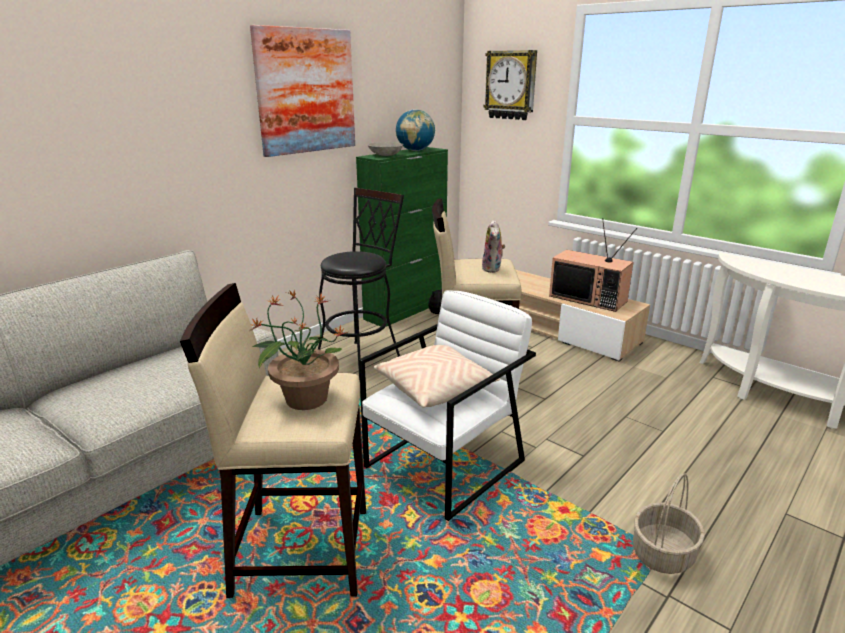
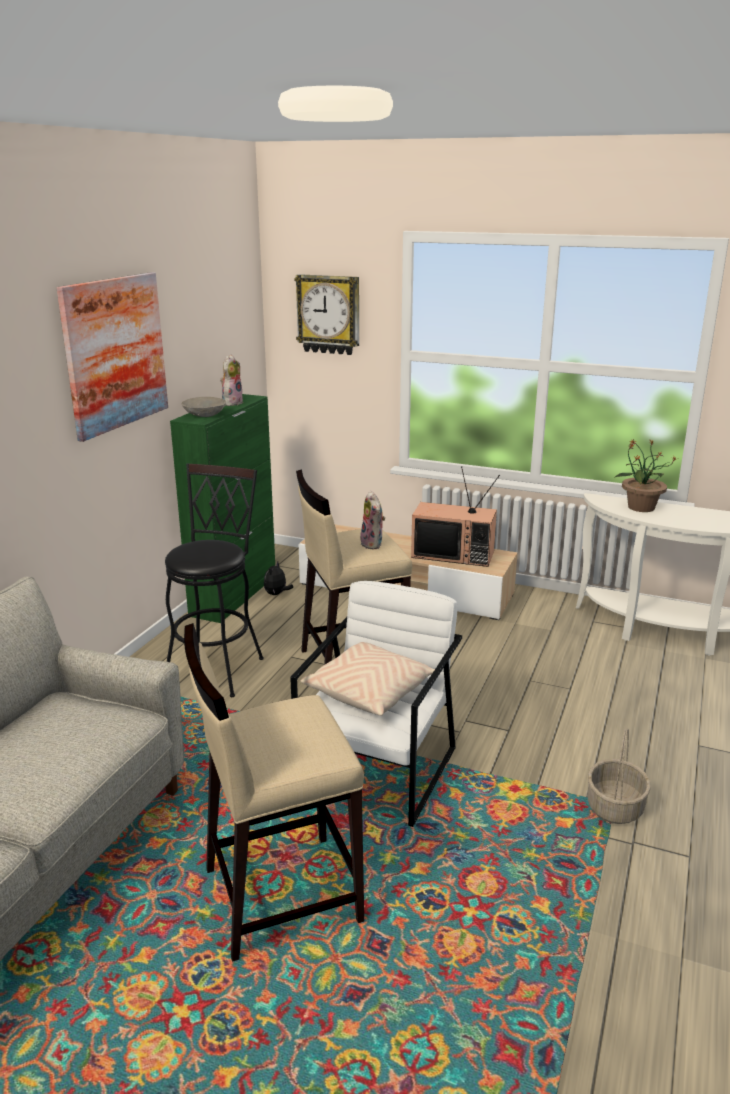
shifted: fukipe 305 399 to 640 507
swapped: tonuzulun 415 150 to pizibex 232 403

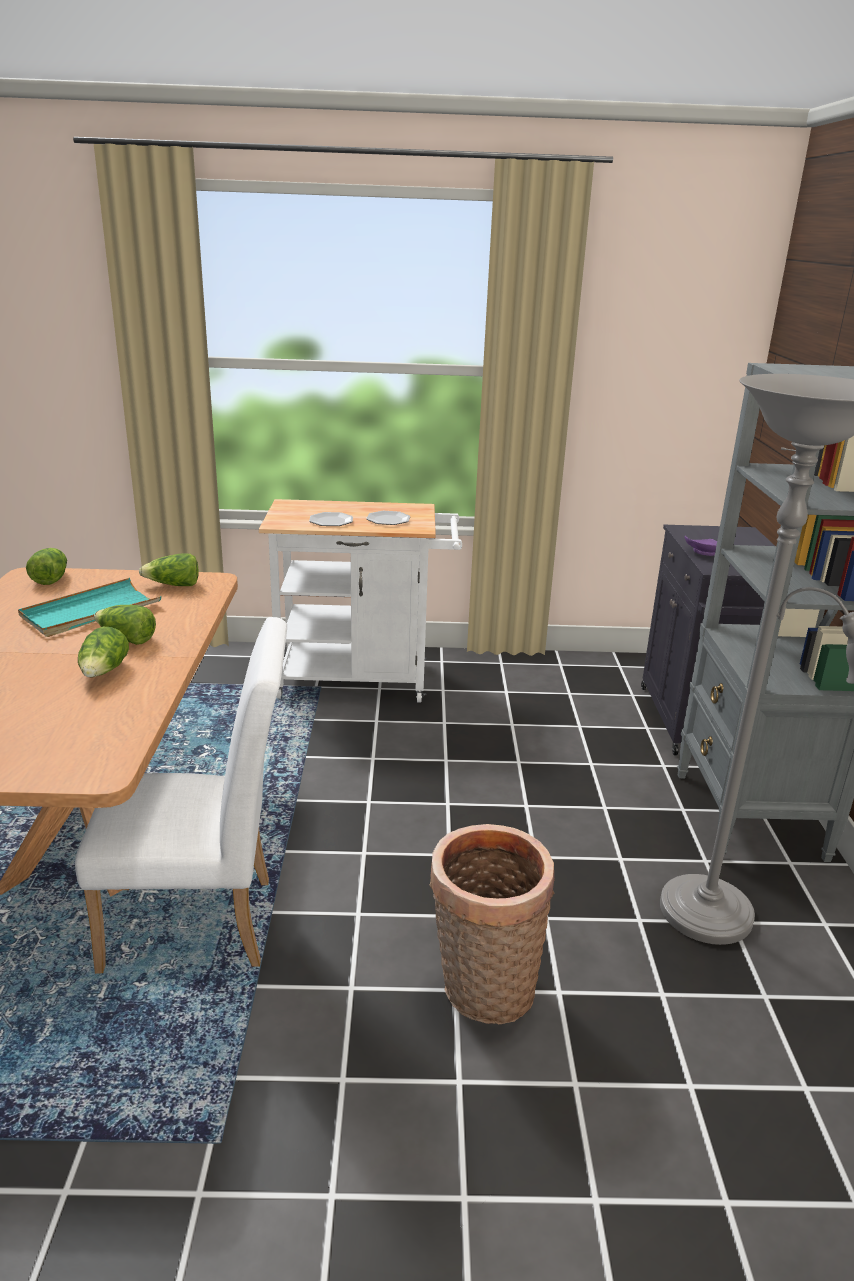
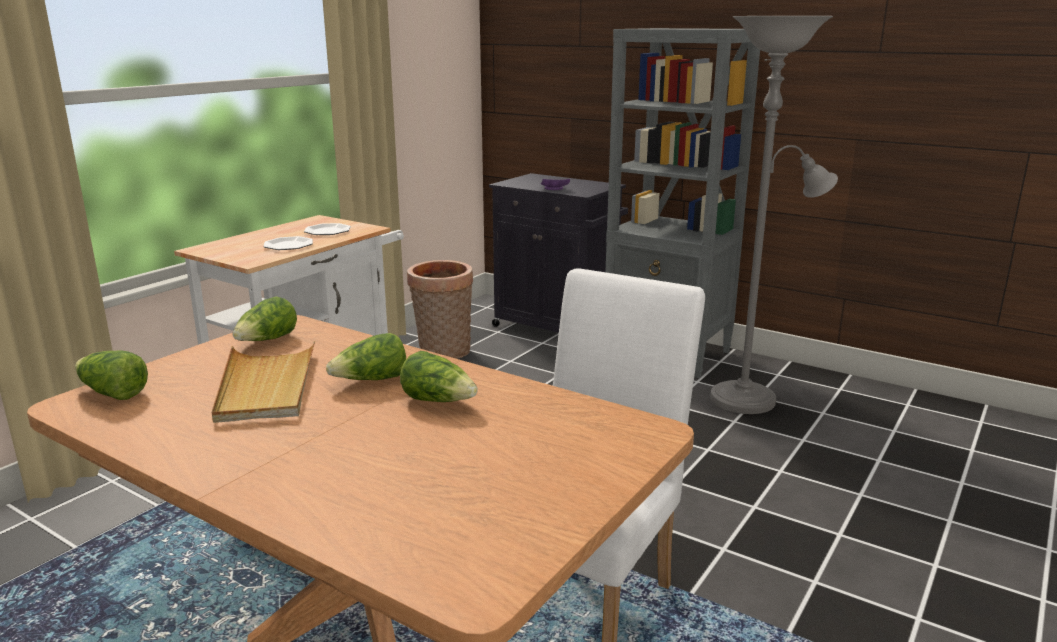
shifted: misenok 482 989 to 443 353
repainted: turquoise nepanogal 91 612 to beige nepanogal 266 386

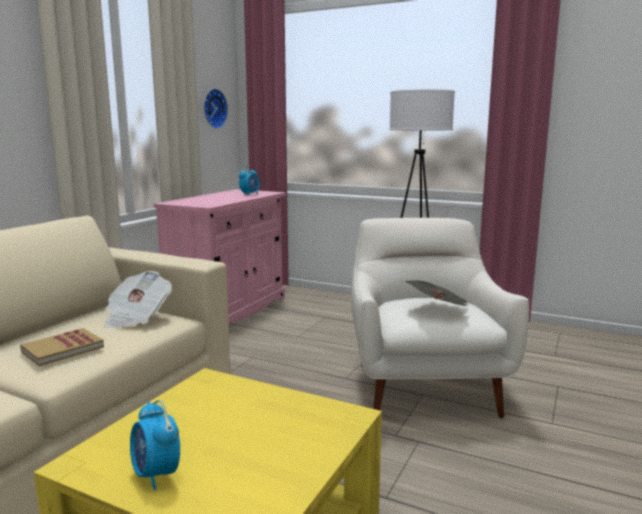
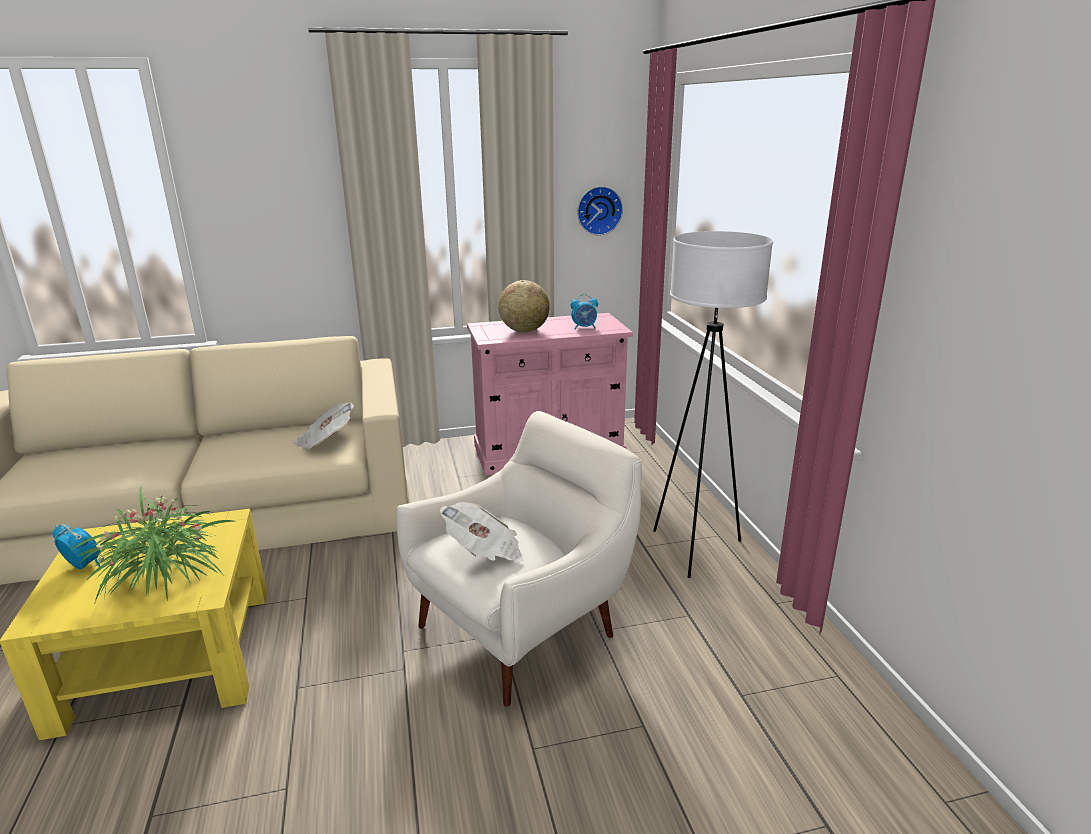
gone: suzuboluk 63 349
new: fukipe 162 573; tonuzulun 524 331
rotated: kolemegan 156 475 = 84 565 105 degrees clockwise

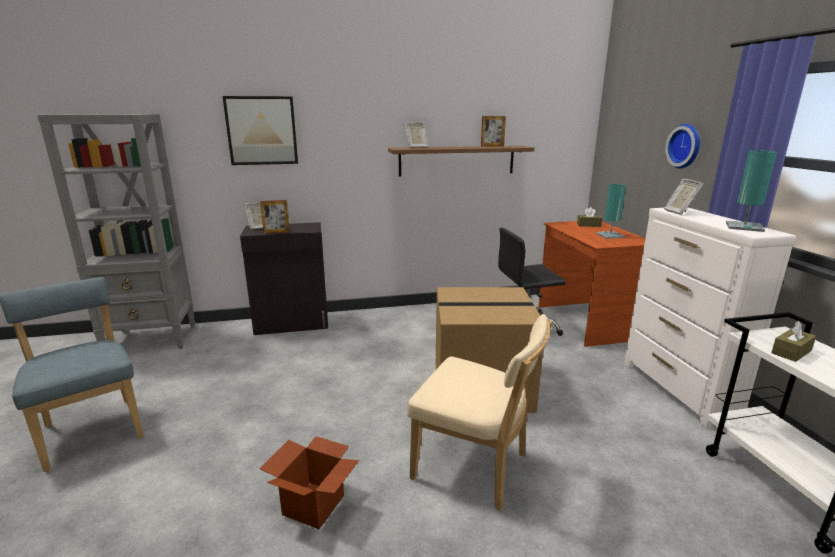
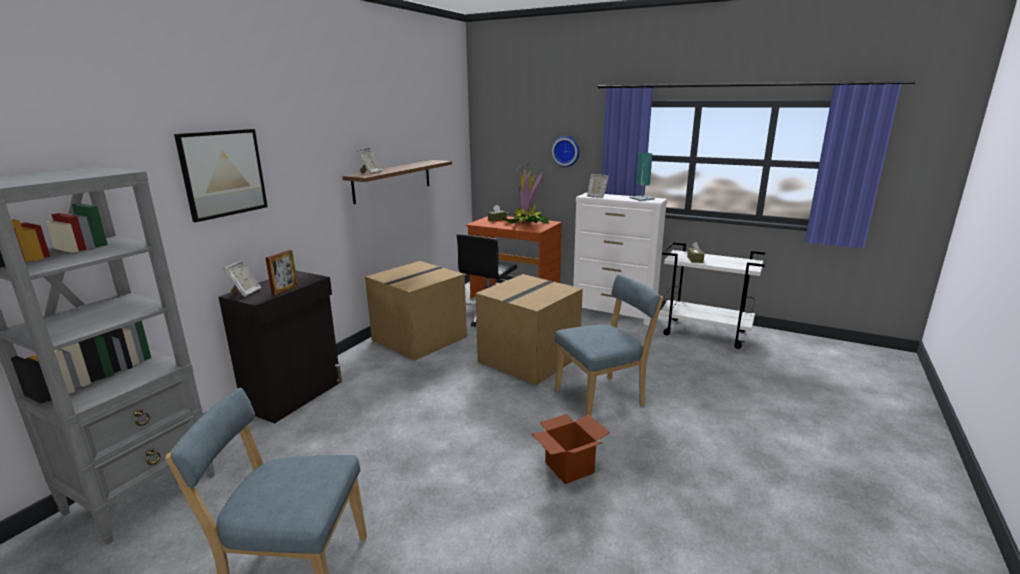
gone: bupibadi 492 146
new: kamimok 419 338
swapped: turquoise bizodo 610 235 to fukipe 526 223
repainted: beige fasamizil 475 468 to blue fasamizil 603 397

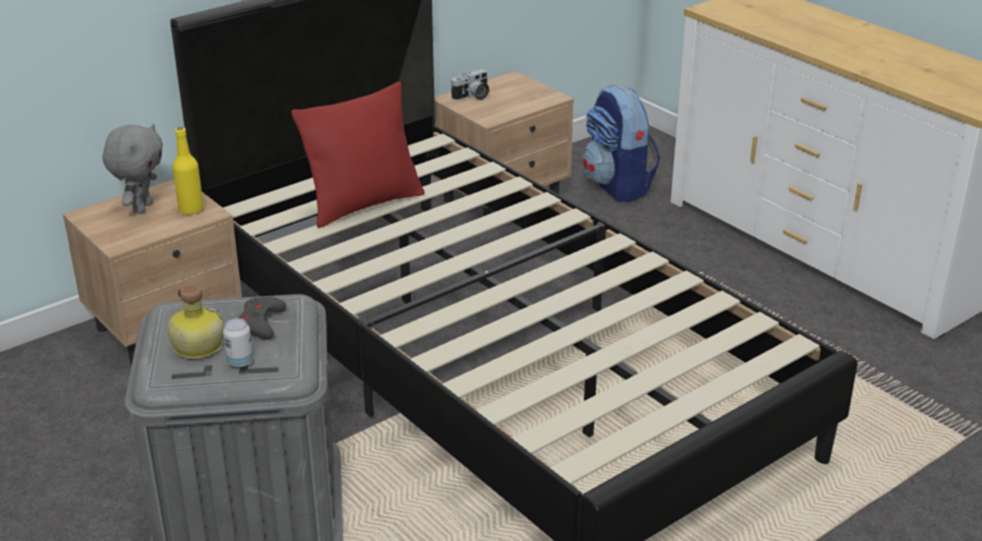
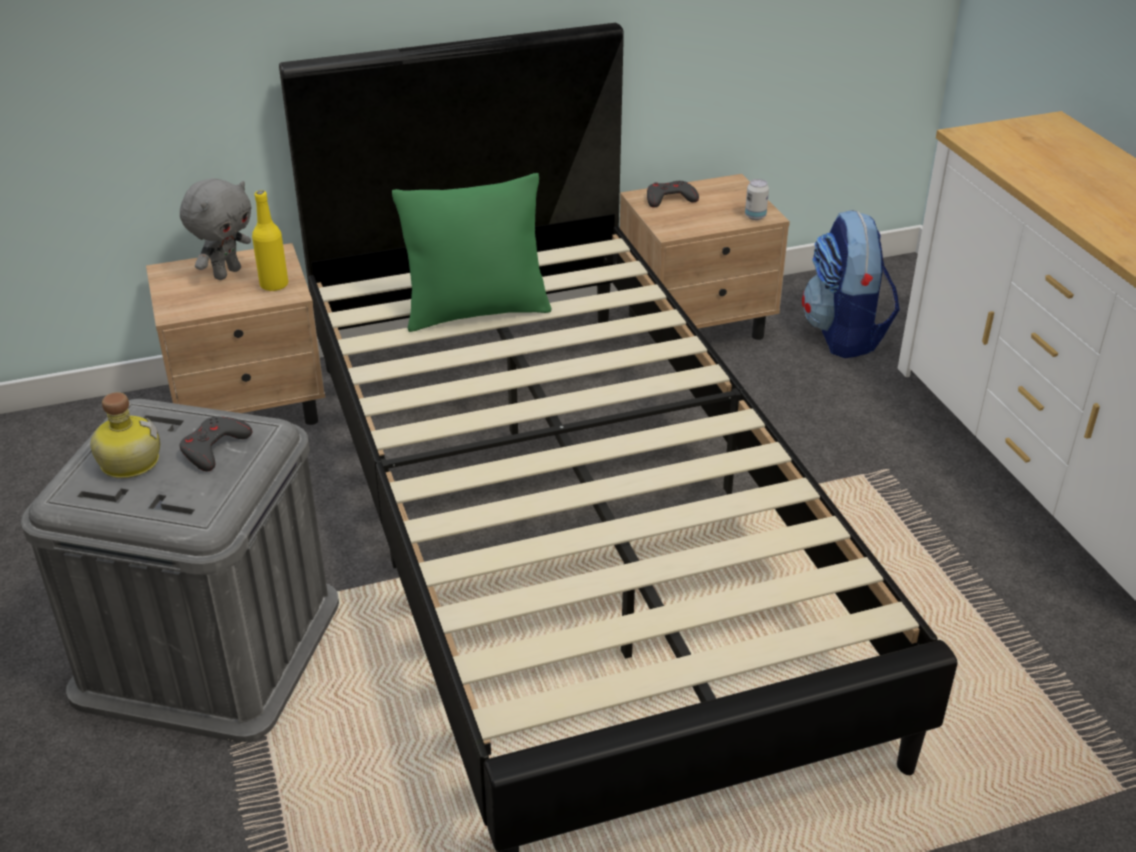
shifted: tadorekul 240 362 to 755 216
swapped: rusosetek 472 96 to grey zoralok 670 199
repainted: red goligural 364 204 to green goligural 476 312

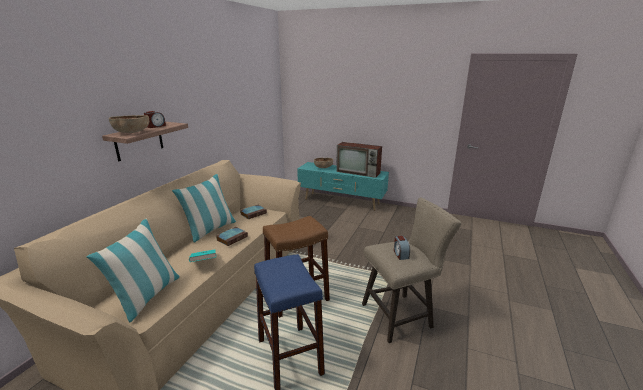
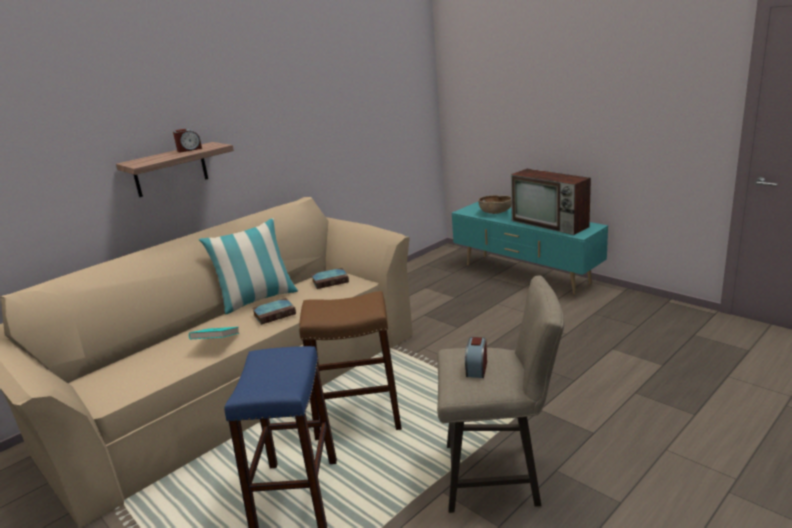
gone: goligural 147 297; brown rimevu 131 133

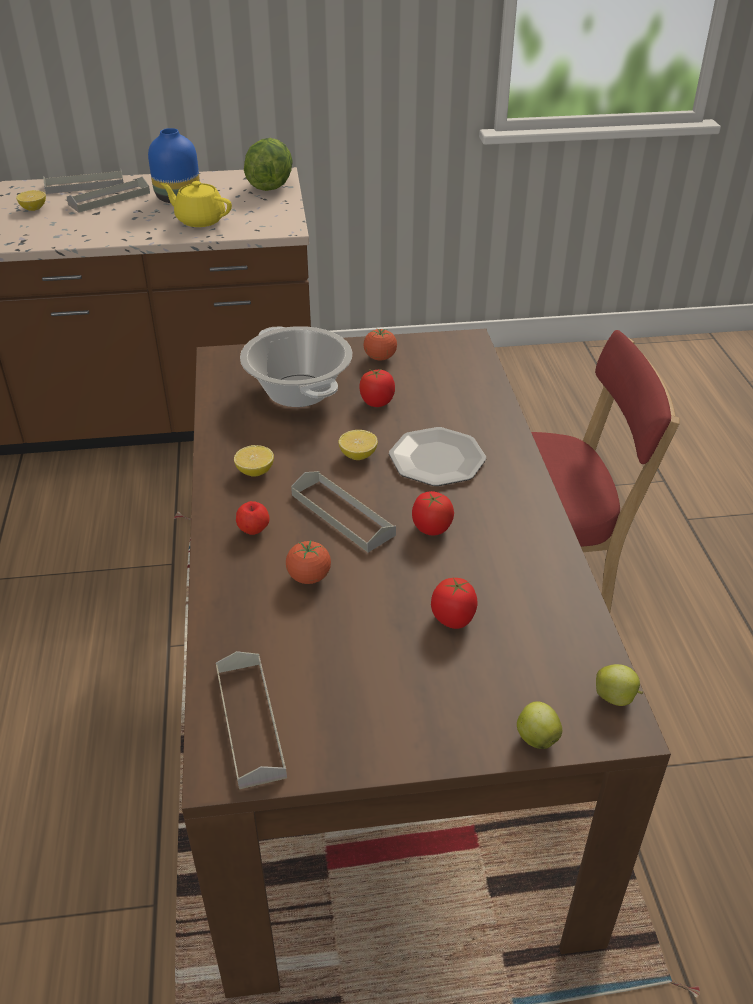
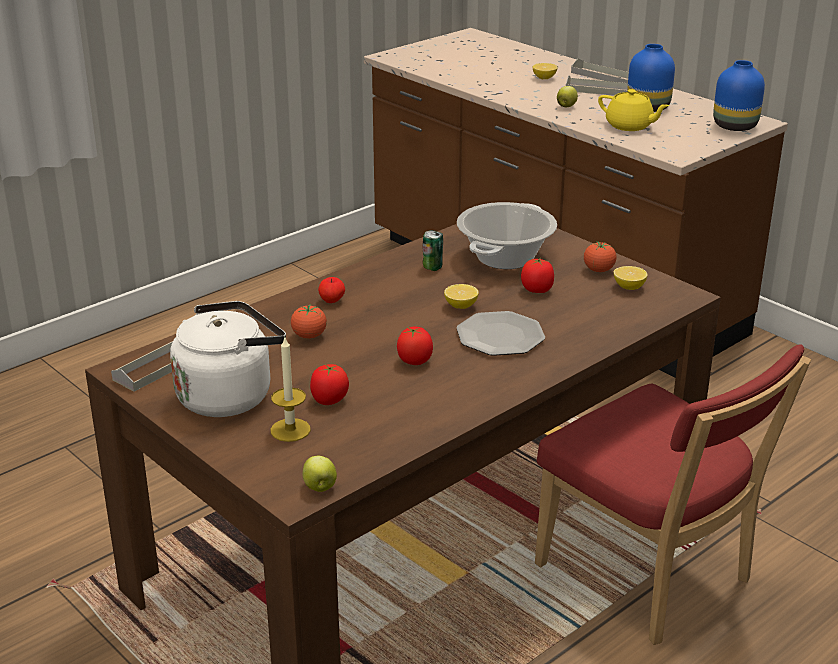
gone: grey nepanogal 342 515
new: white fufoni 229 395; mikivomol 290 430; tadorekul 432 267
shifted: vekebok 255 471 to 629 287; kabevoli 536 737 to 566 106
swapped: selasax 270 186 to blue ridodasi 733 126
rotated: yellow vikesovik 199 220 = 630 126 135 degrees clockwise

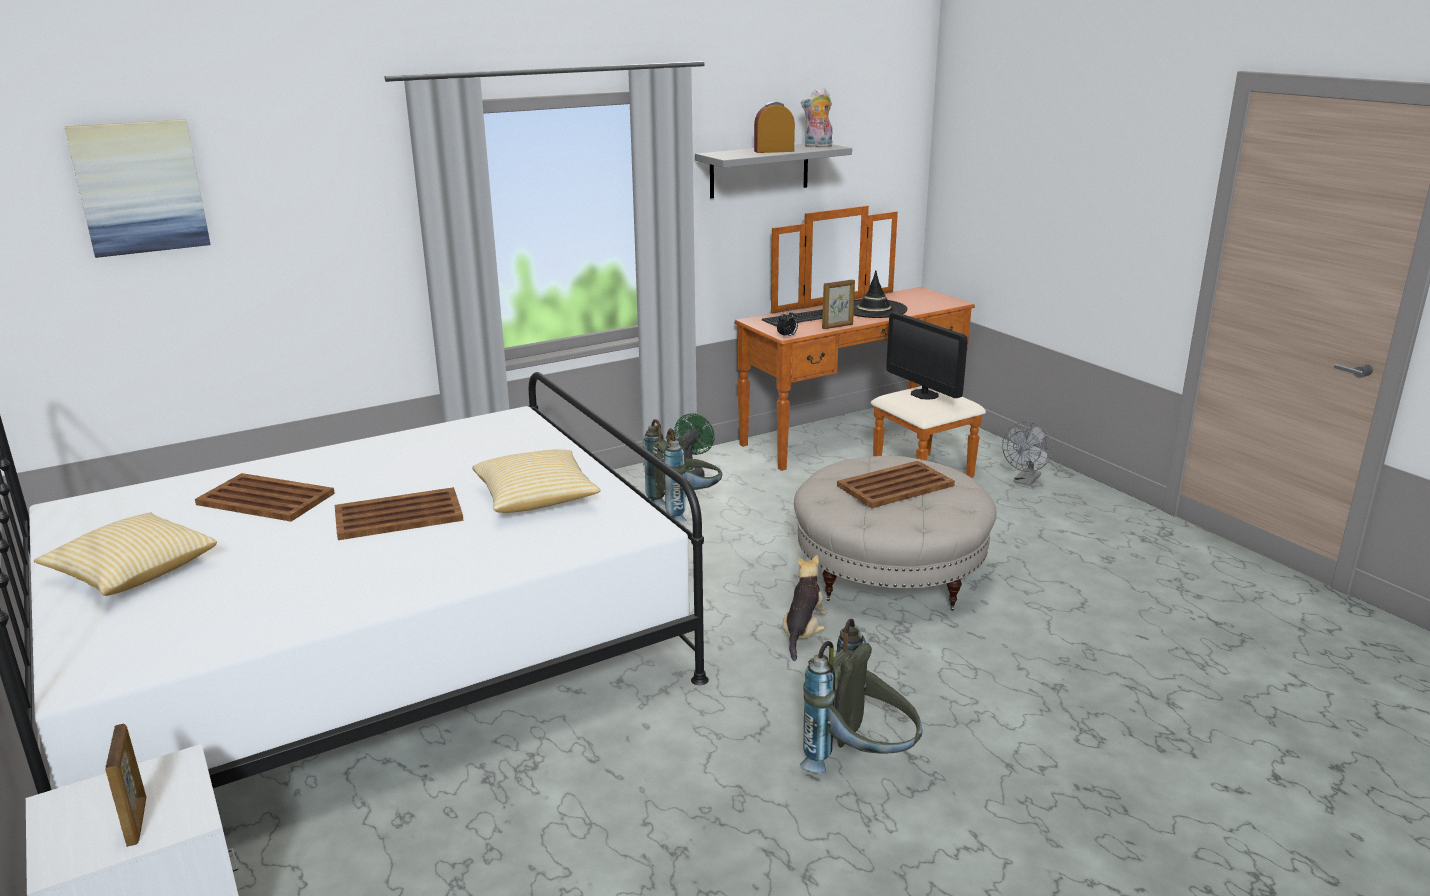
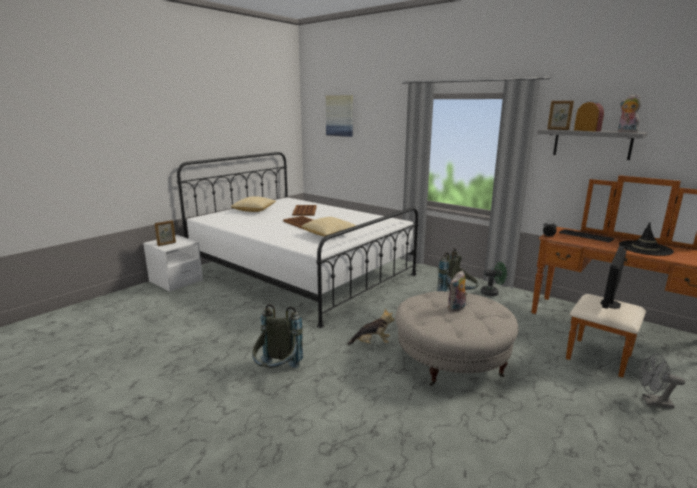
shifted: bupibadi 838 326 to 558 129
swapped: brown nepanogal 894 486 to pizibex 457 308

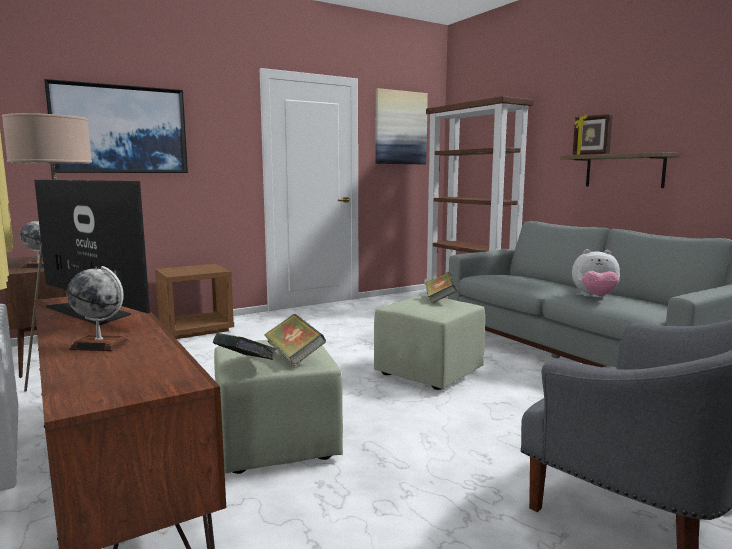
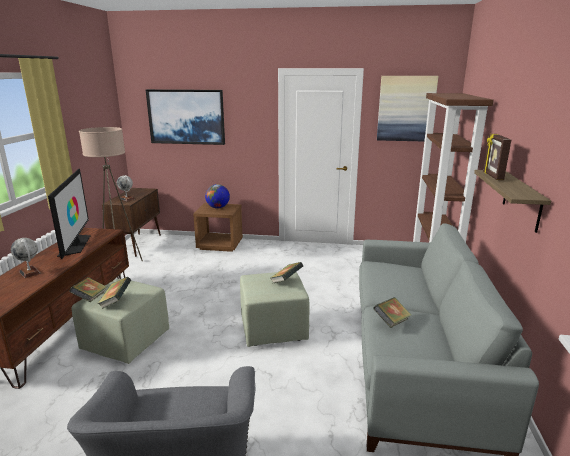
new: tonuzulun 218 207
swapped: pizibex 595 297 to suzuboluk 391 322

